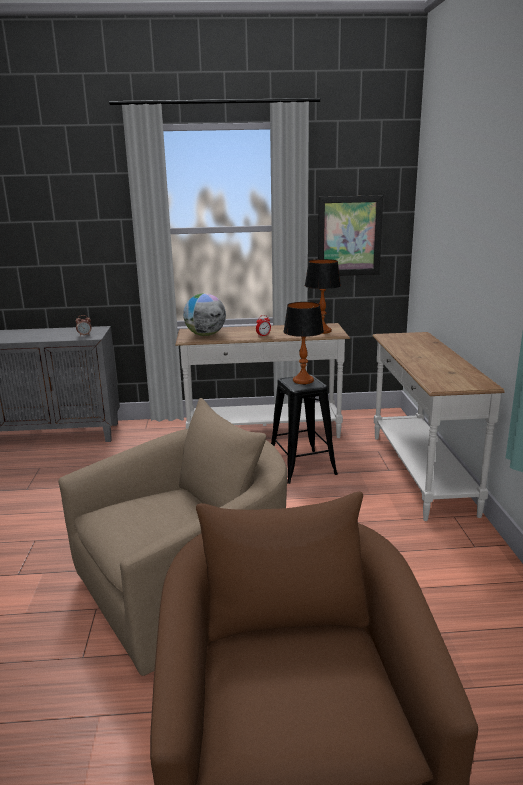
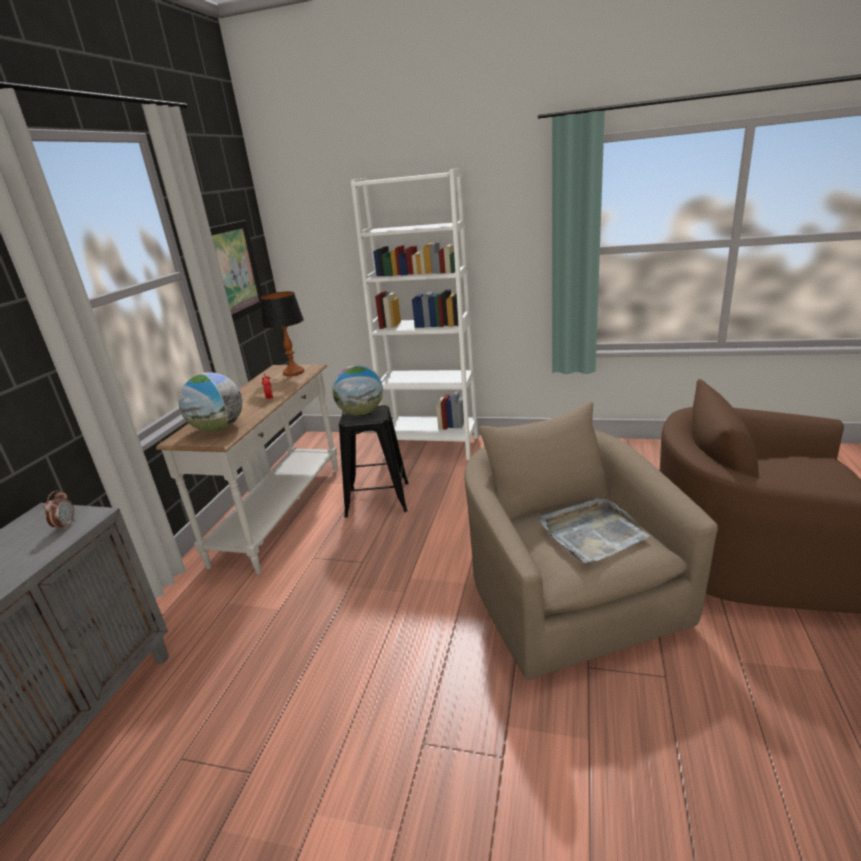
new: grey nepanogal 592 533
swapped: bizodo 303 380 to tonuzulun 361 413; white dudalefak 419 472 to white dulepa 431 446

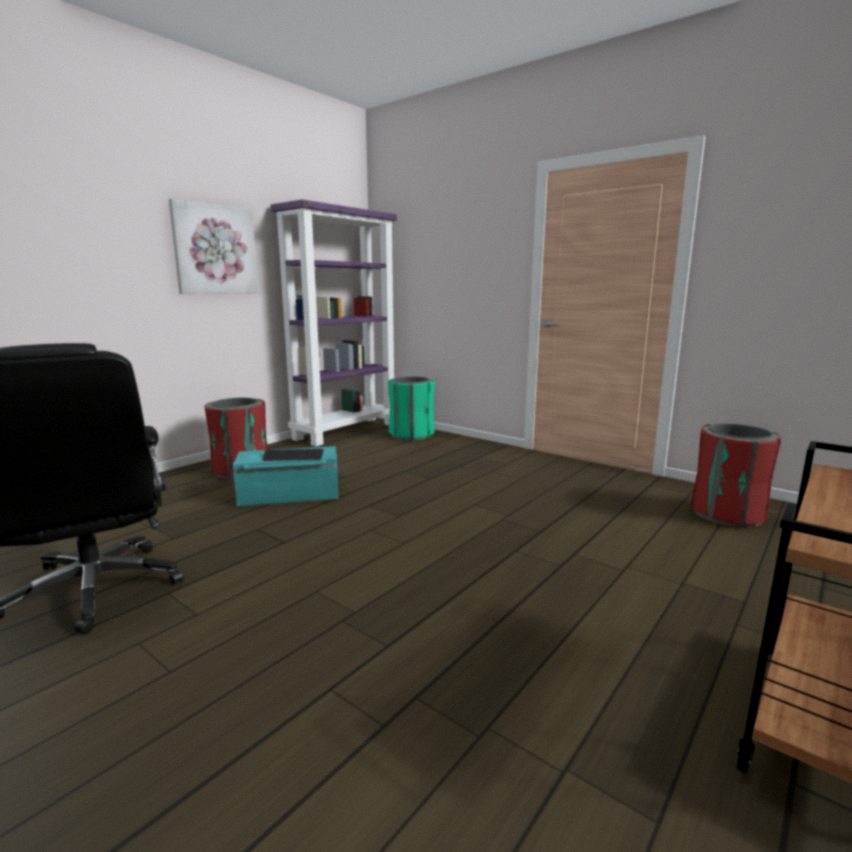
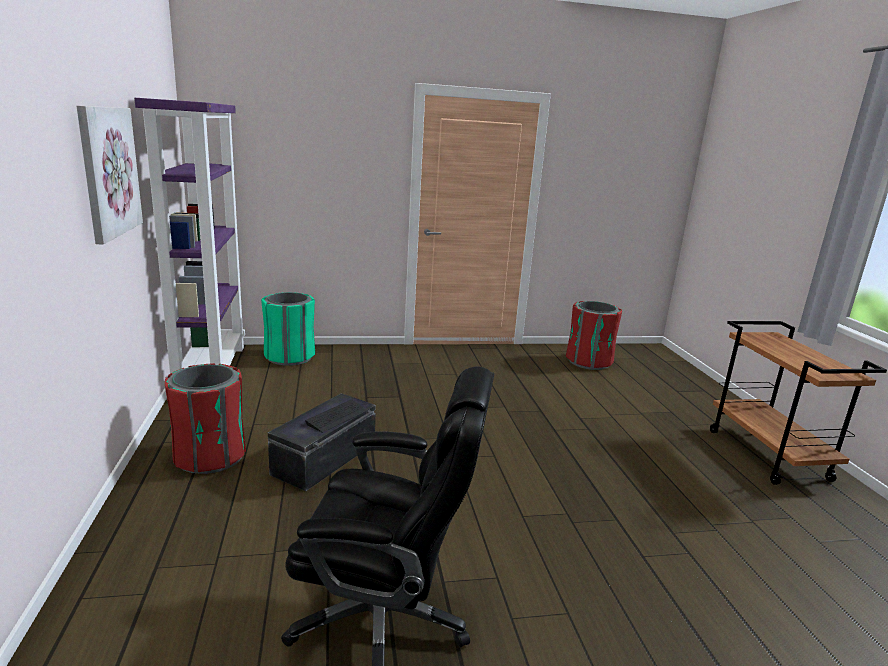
repainted: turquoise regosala 289 495 to black regosala 326 458

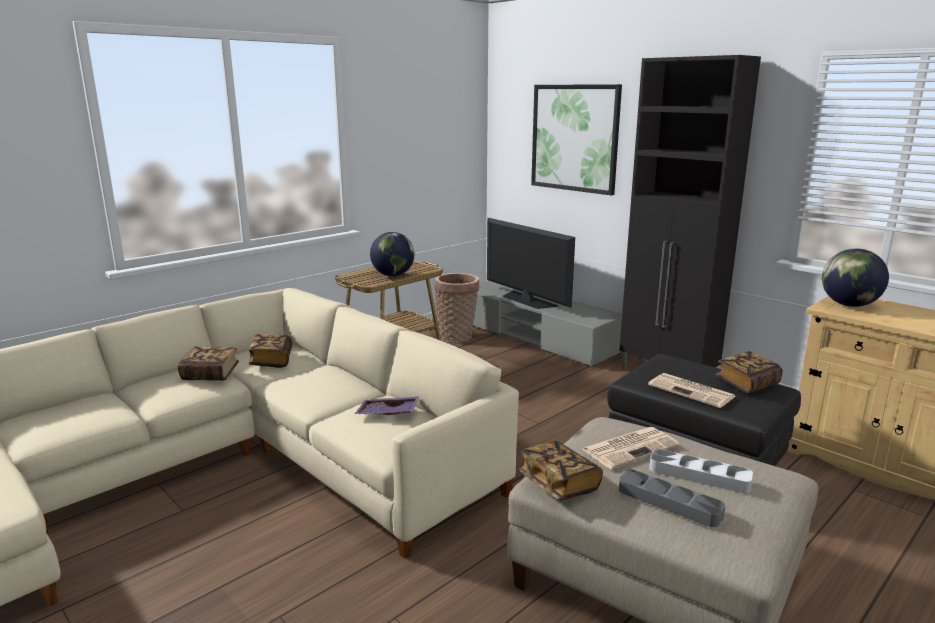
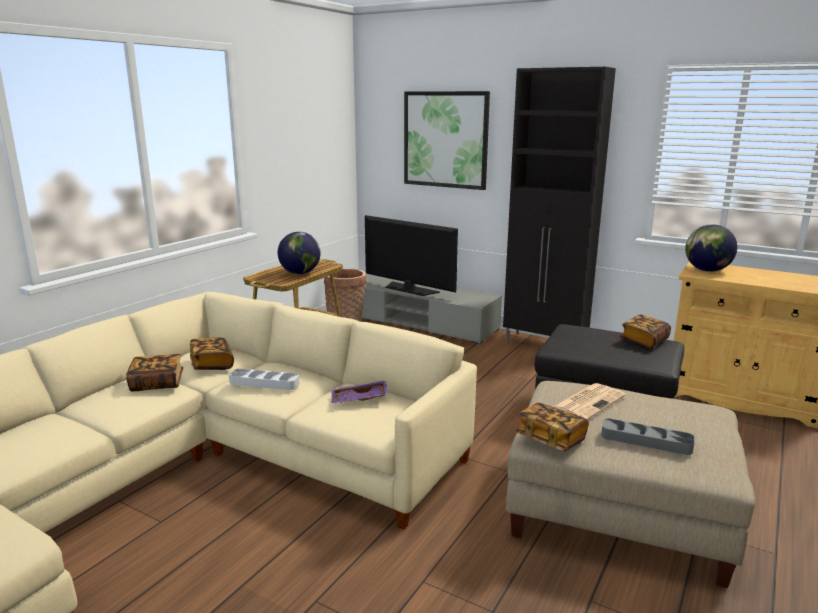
gone: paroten 692 391
shifted: grey nepanogal 699 475 to 264 383

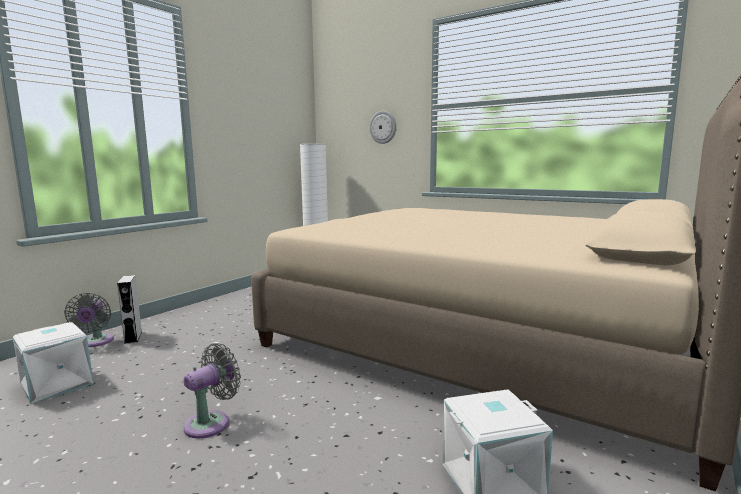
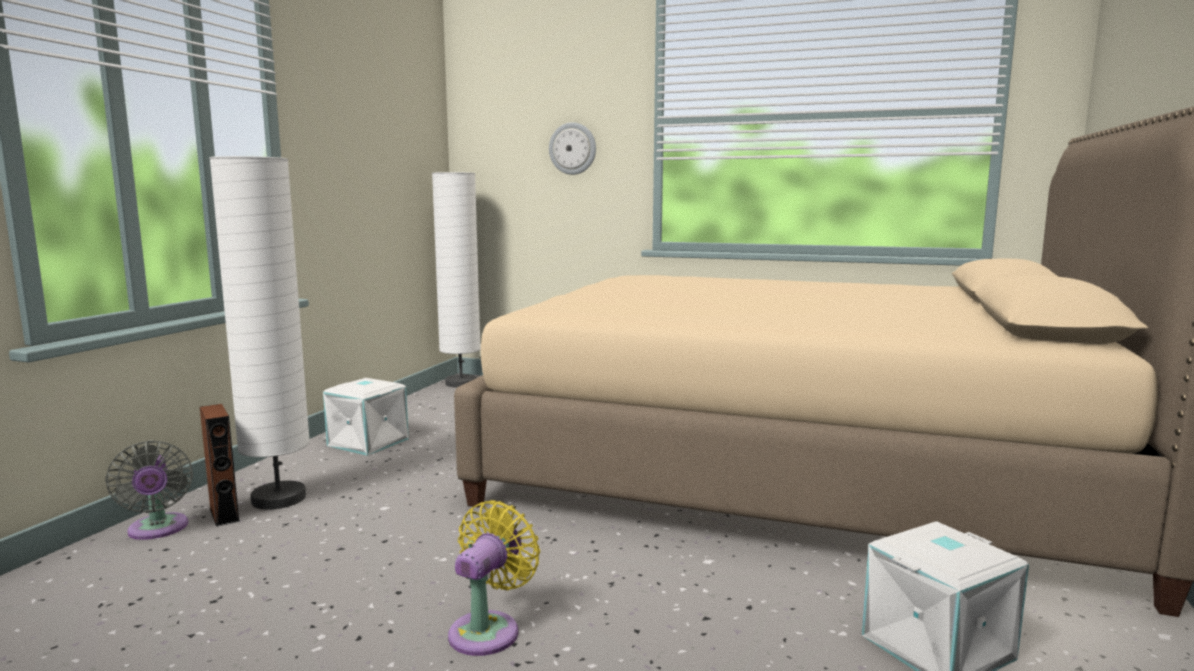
new: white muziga 279 499
shifted: white regosala 58 384 to 369 442
repainted: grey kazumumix 133 337 to brown kazumumix 224 514; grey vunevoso 212 423 to yellow vunevoso 488 629

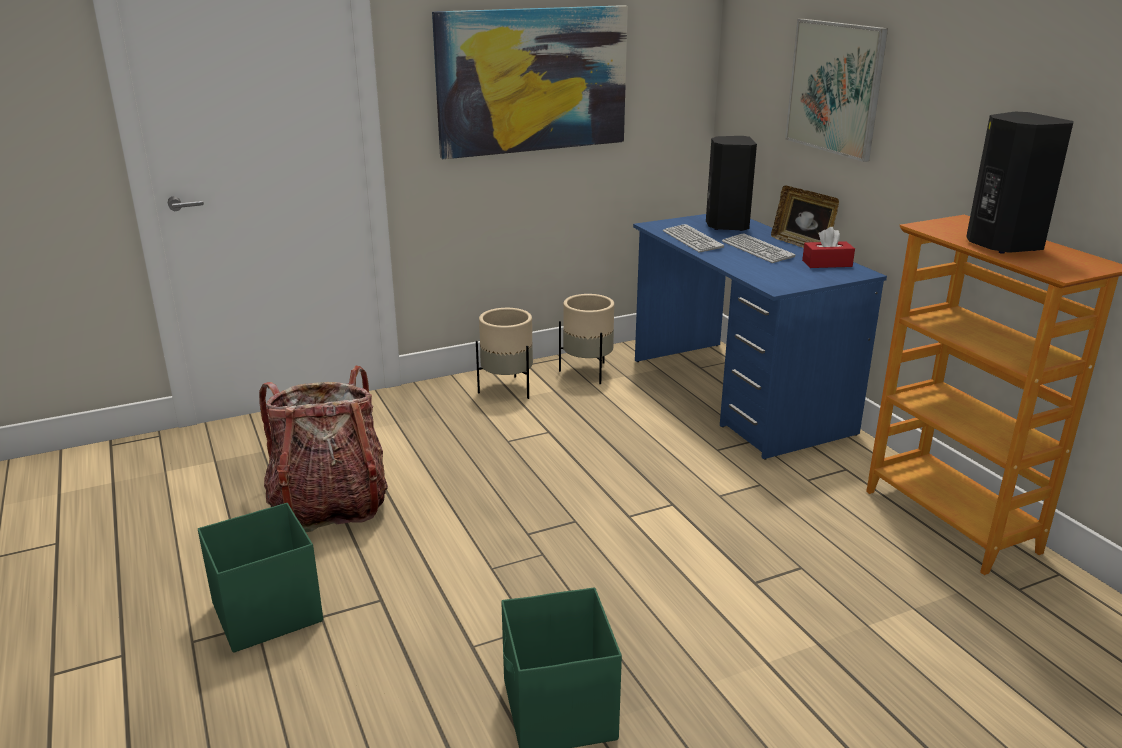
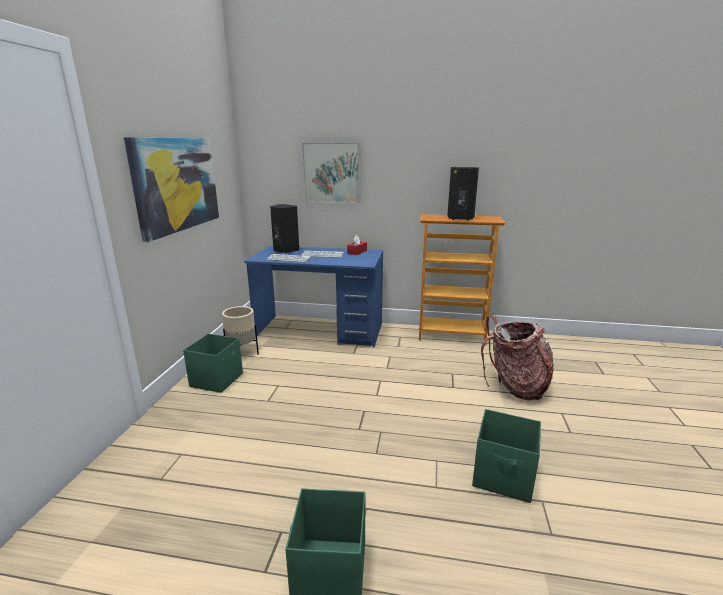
gone: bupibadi 802 245
shifted: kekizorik 330 504 to 515 386
swapped: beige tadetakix 507 389 to green regosala 217 380

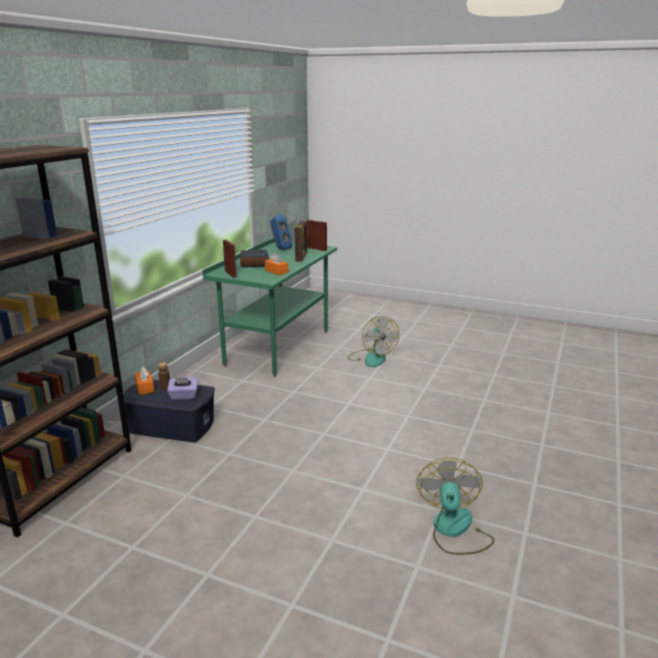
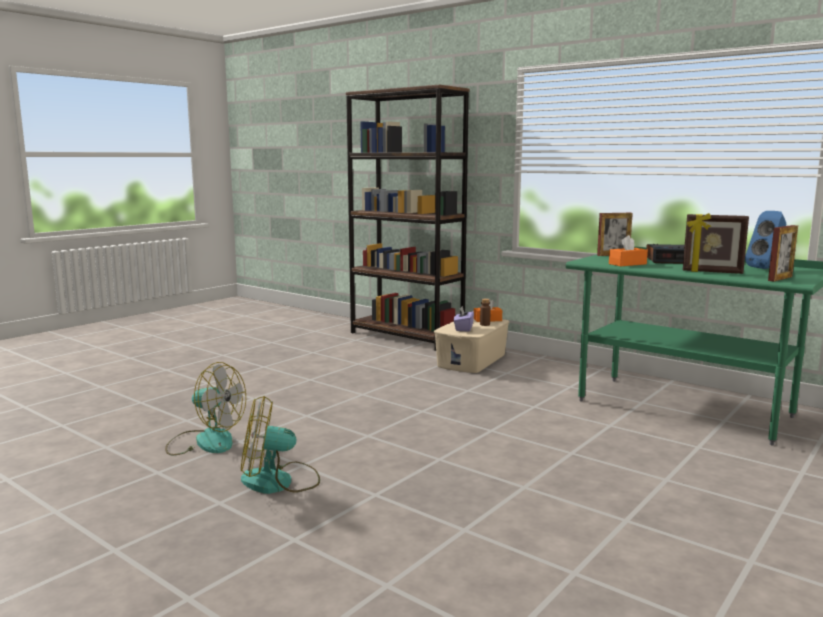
shifted: vunevoso 371 358 to 279 482
repainted: blue regosala 171 426 to beige regosala 472 360

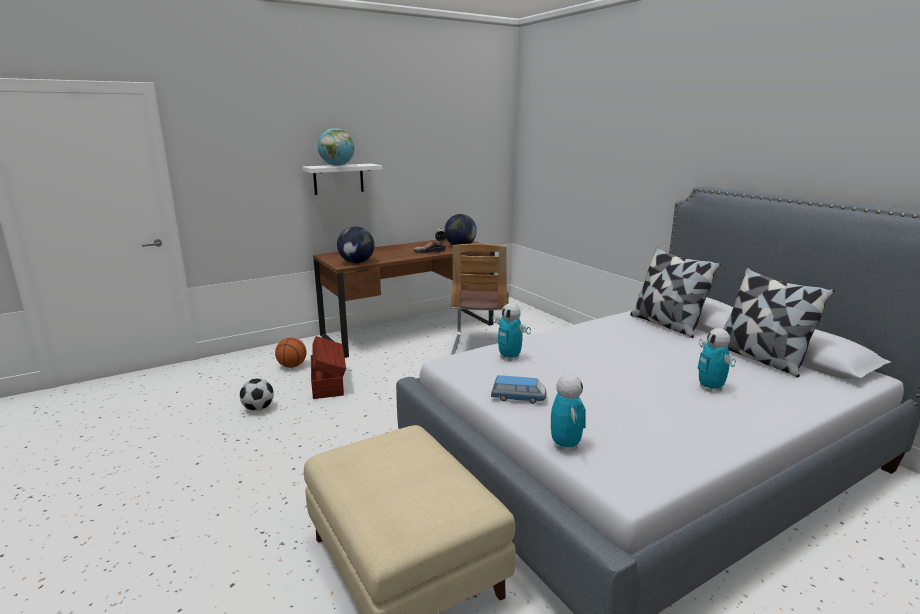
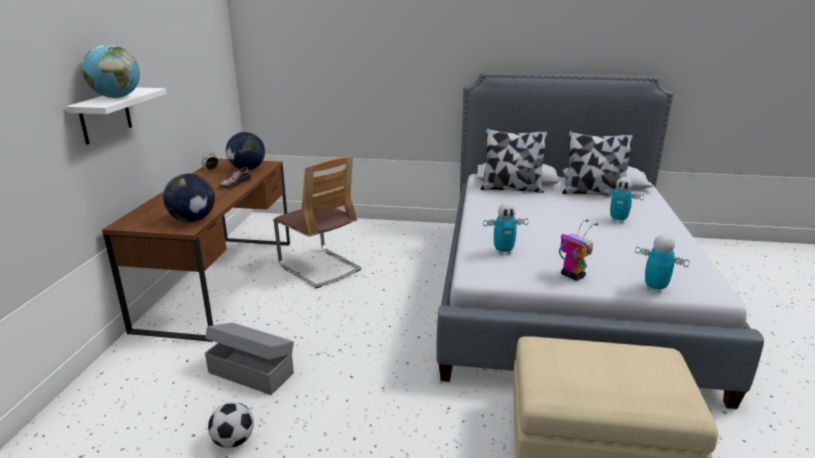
gone: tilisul 292 366
swapped: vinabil 518 398 to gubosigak 572 276
repainted: brown regosala 328 382 to grey regosala 251 372

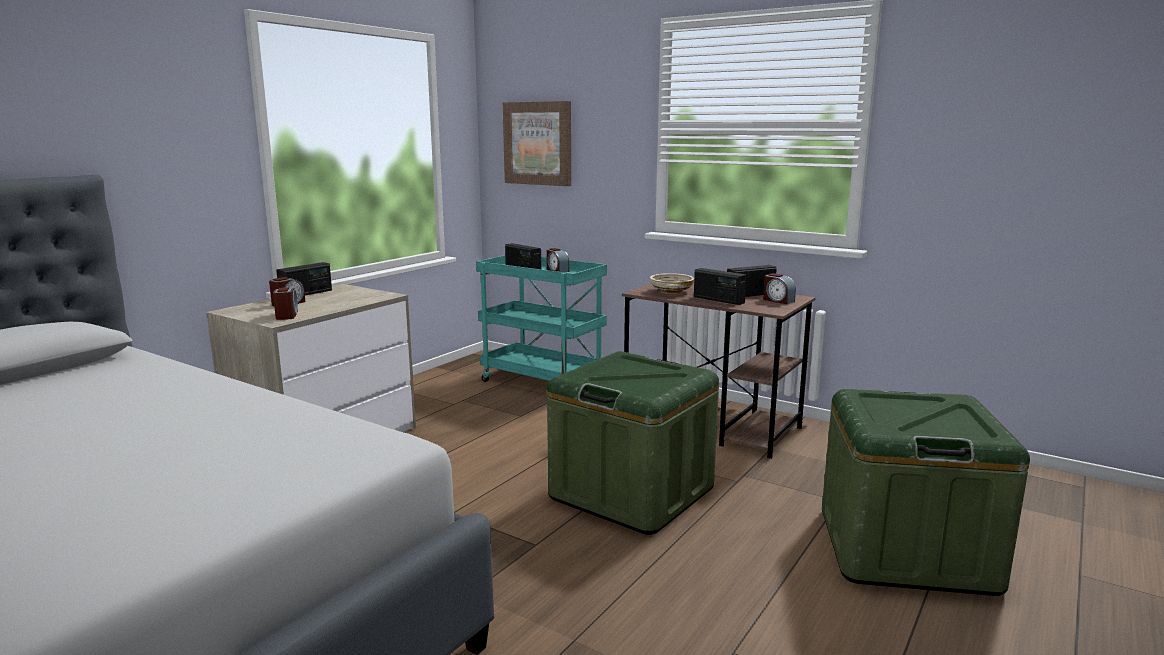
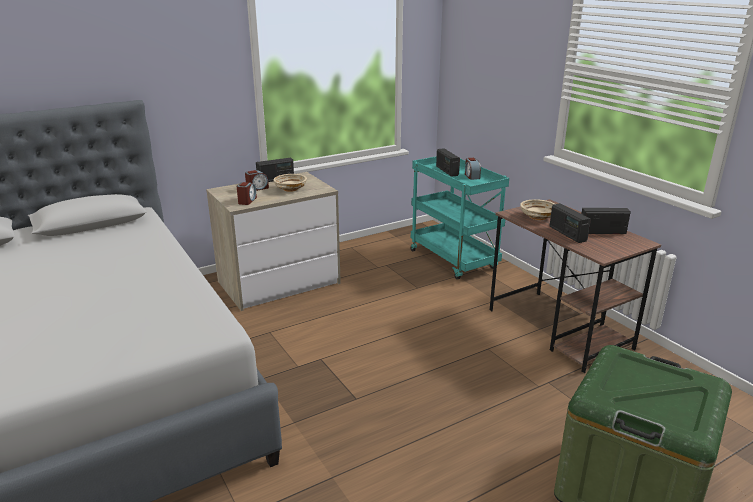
gone: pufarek 538 143; green regosala 632 493; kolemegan 778 300
new: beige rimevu 290 189

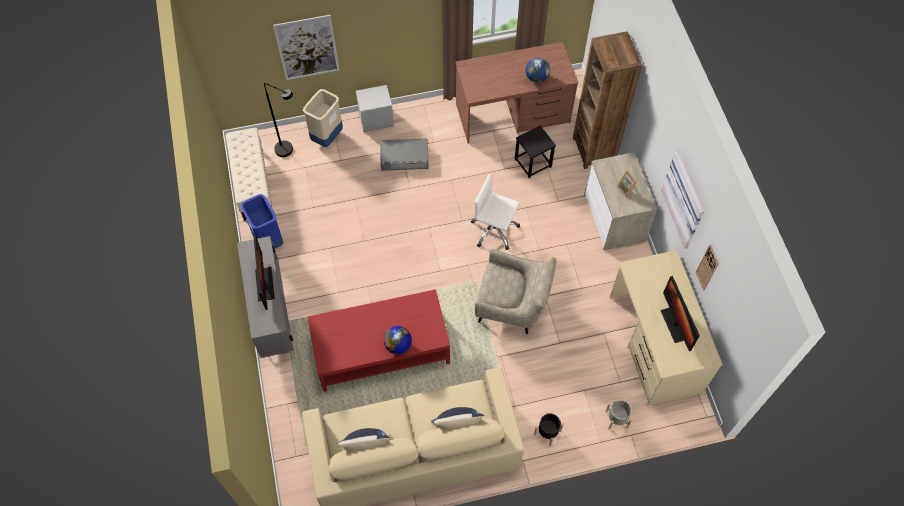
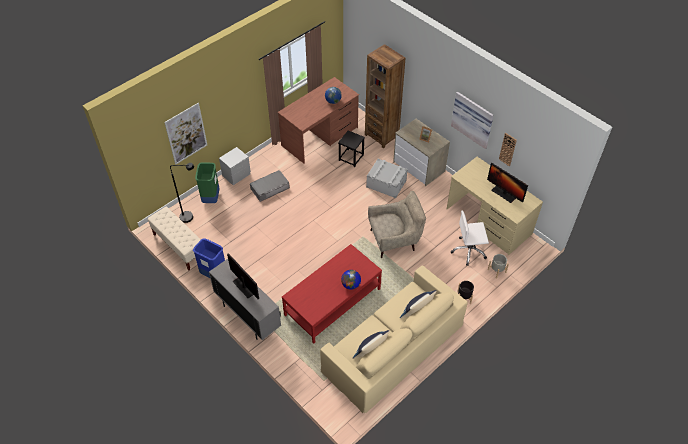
new: grey regosala 386 183
shifted: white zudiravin 494 230 to 469 251
repainted: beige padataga 327 137 to green padataga 211 198

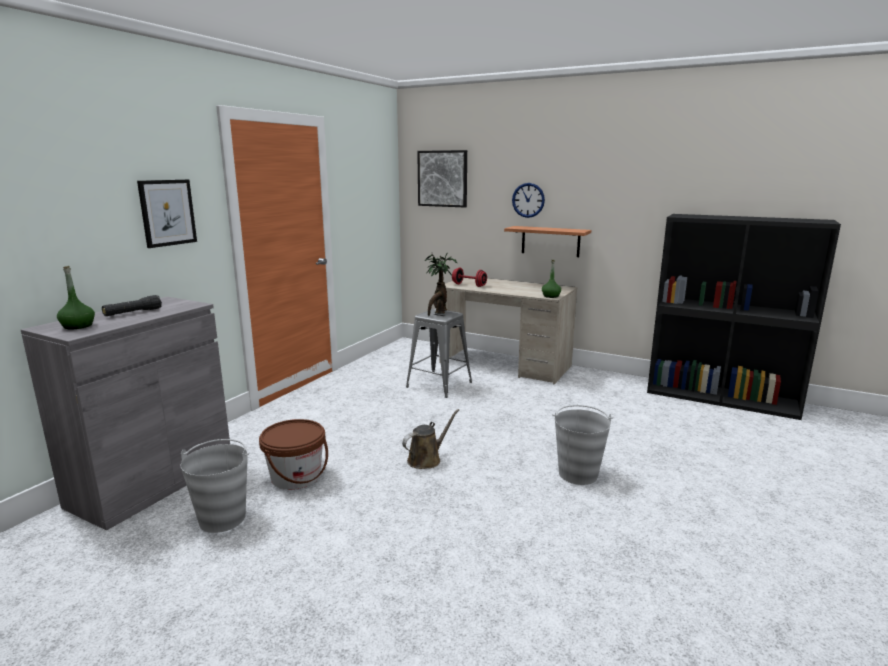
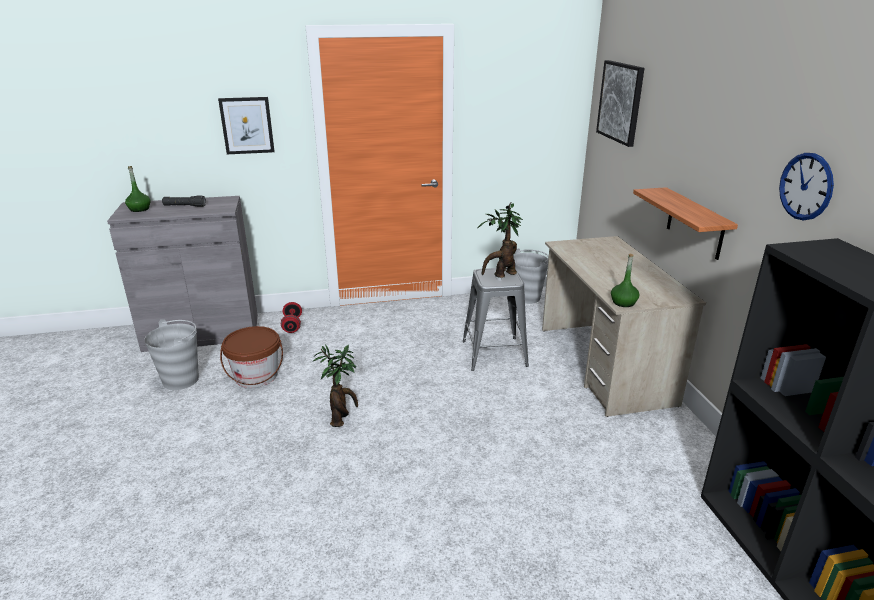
shifted: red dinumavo 469 285 to 292 325; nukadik 528 200 to 806 186; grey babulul 578 474 to 527 297
swapped: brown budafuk 426 459 to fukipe 342 418

